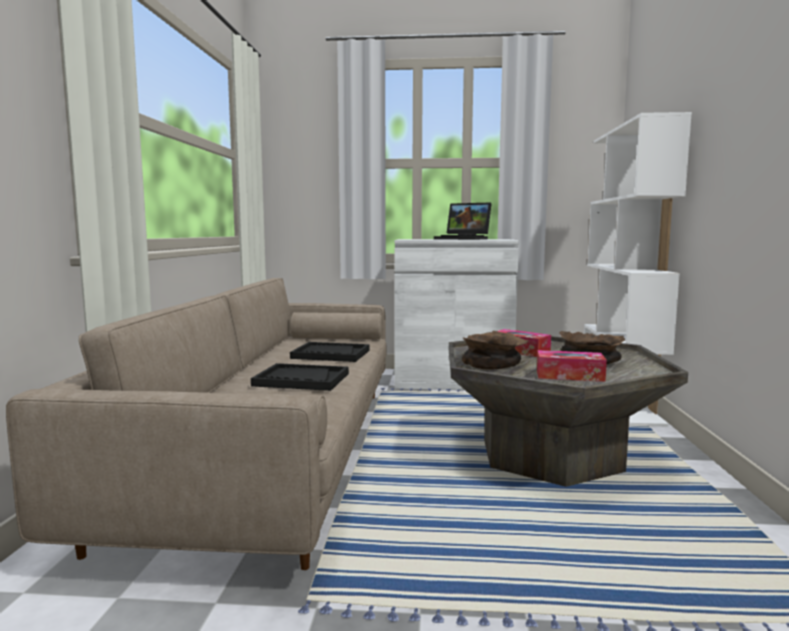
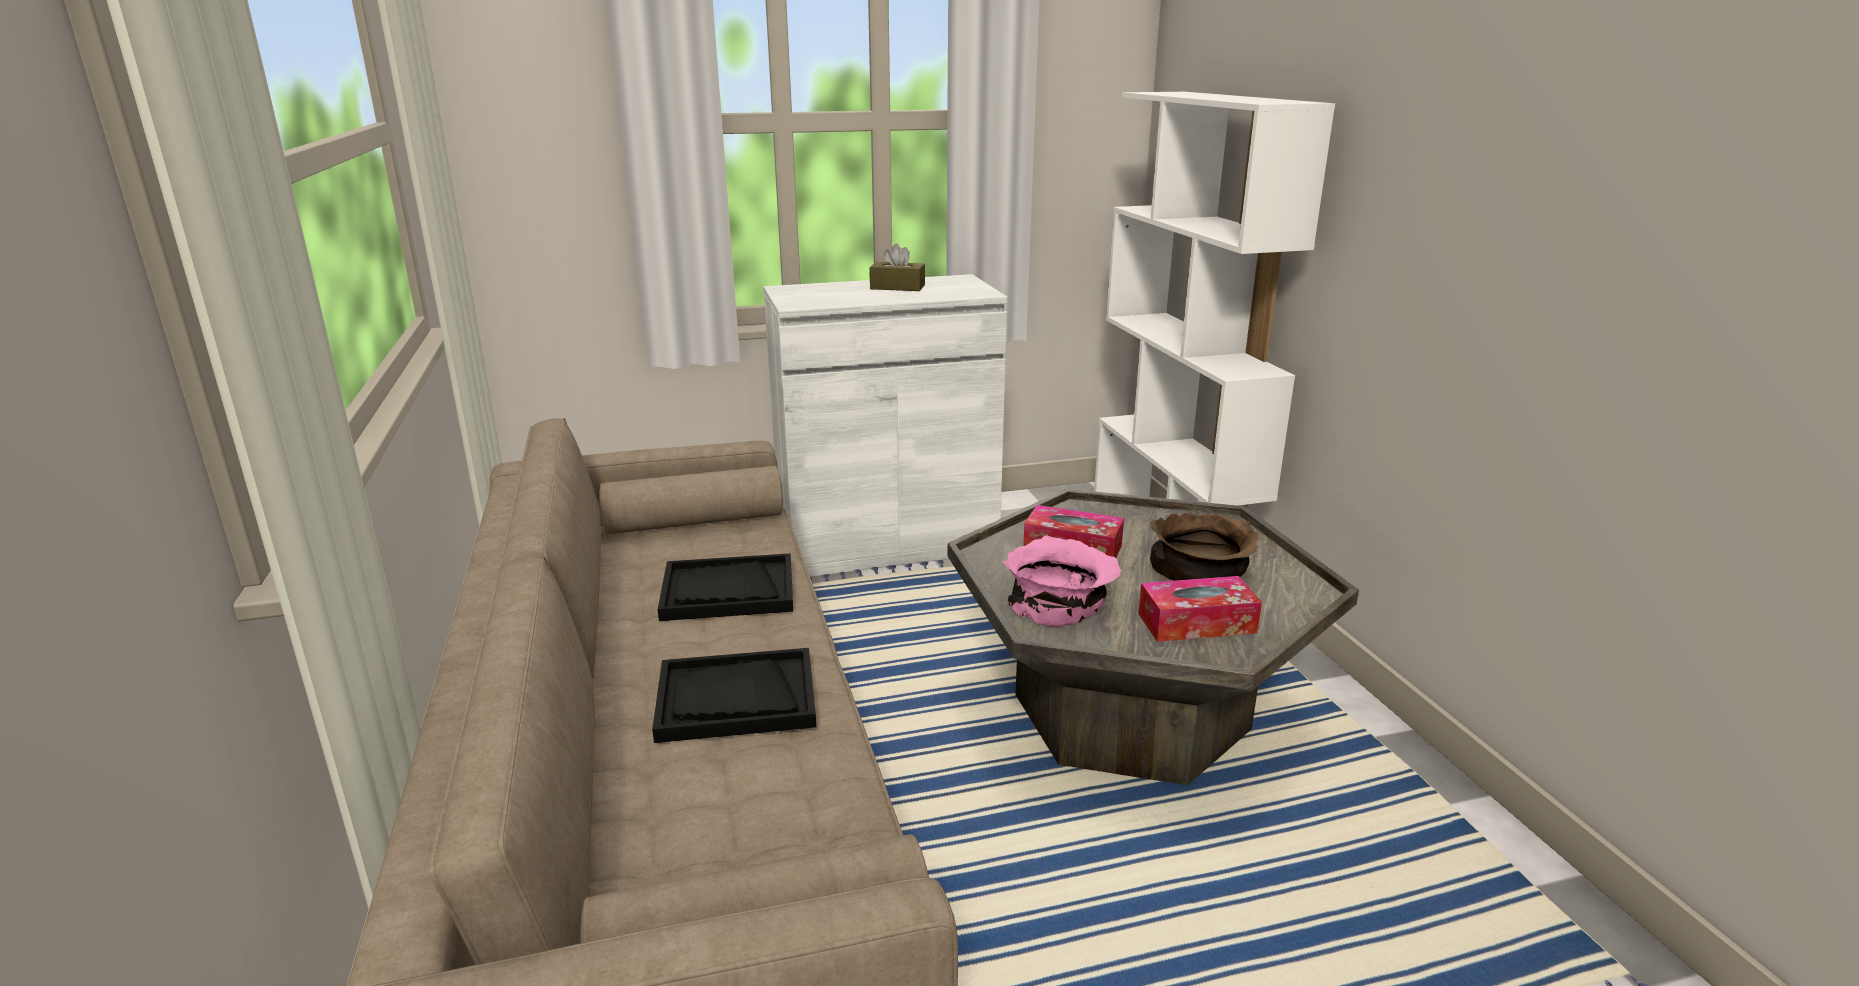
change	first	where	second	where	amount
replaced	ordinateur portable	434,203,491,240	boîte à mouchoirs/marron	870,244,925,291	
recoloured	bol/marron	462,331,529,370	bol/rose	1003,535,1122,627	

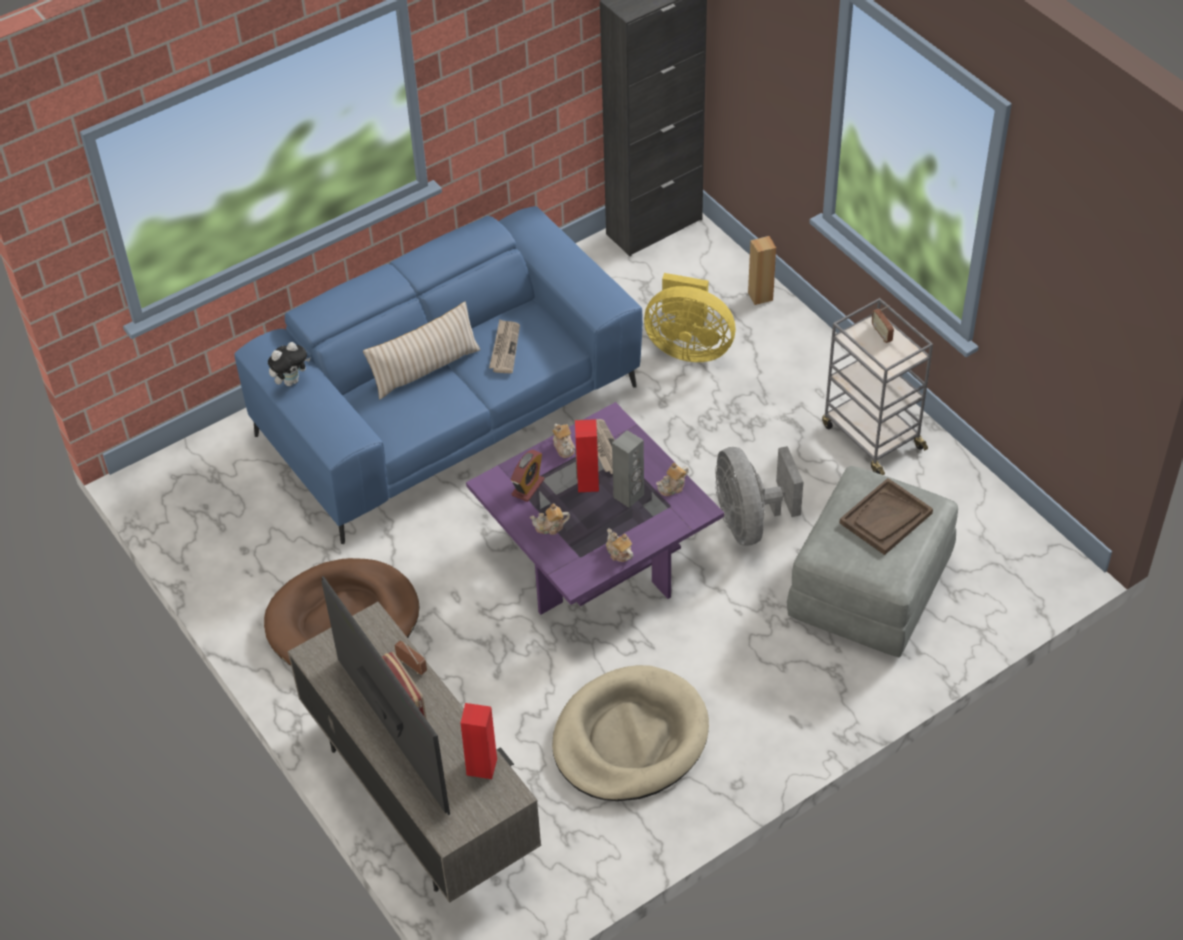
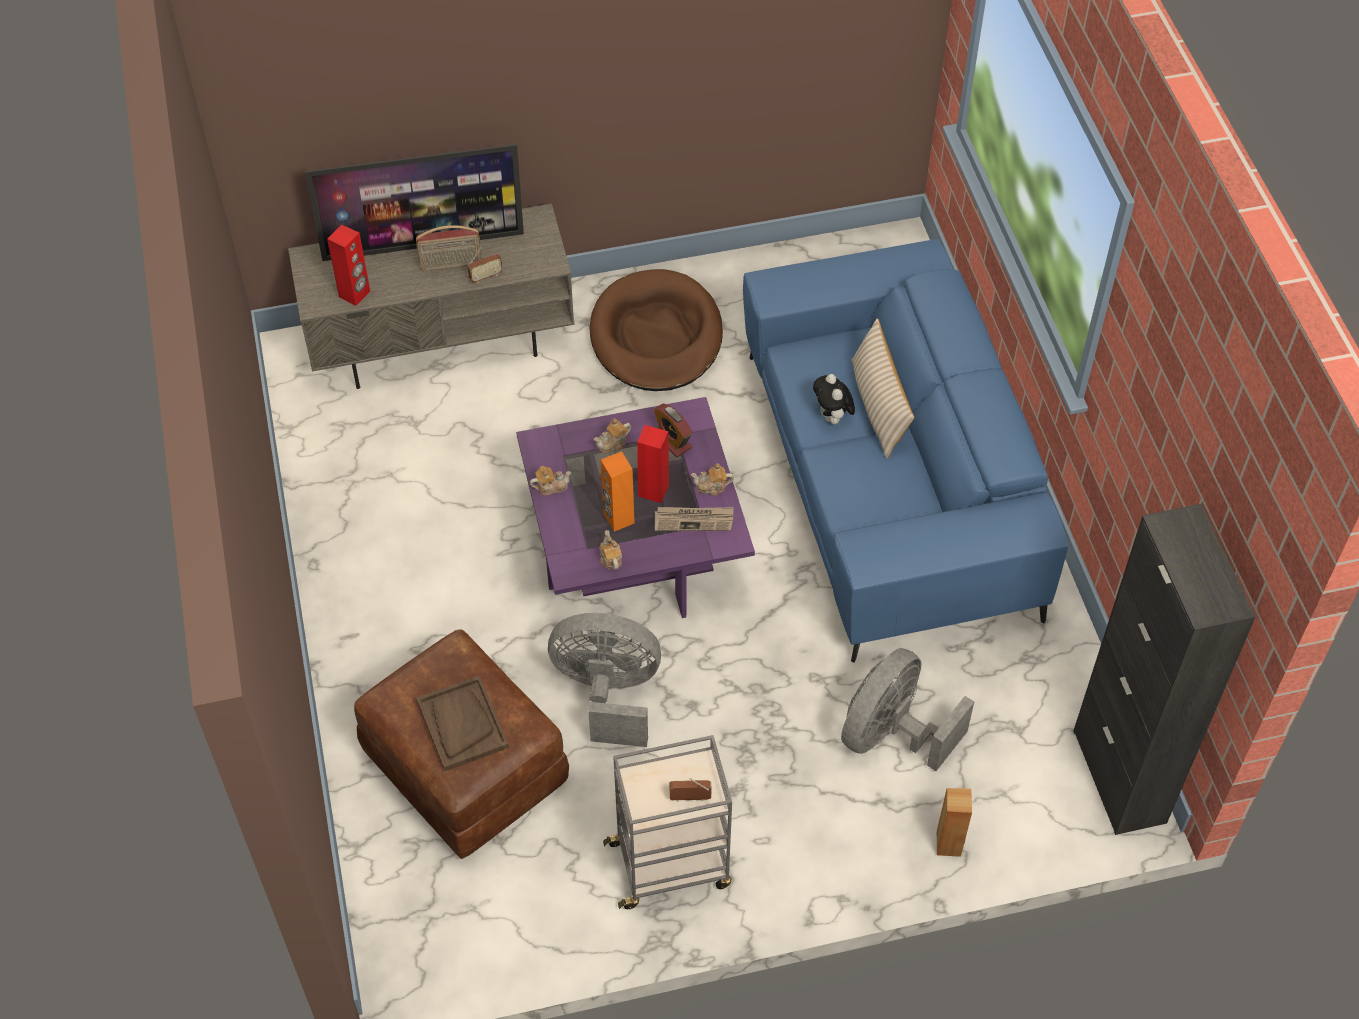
change	first	where	second	where	amount
removed	journal	489,319,520,373			
removed	panier pour chien/beige	552,665,709,801			
moved	peluche	268,342,310,386		813,374,855,426	
recoloured	enceinte/gris	612,430,644,508	enceinte/orange	601,451,635,532	
recoloured	ventilateur/jaune	644,273,736,362	ventilateur/gris	841,648,974,771	
recoloured	pouf/gris	787,466,958,657	pouf/marron	354,629,569,859	
turned	théière	530,503,570,535		594,419,631,453	135 degrees counterclockwise

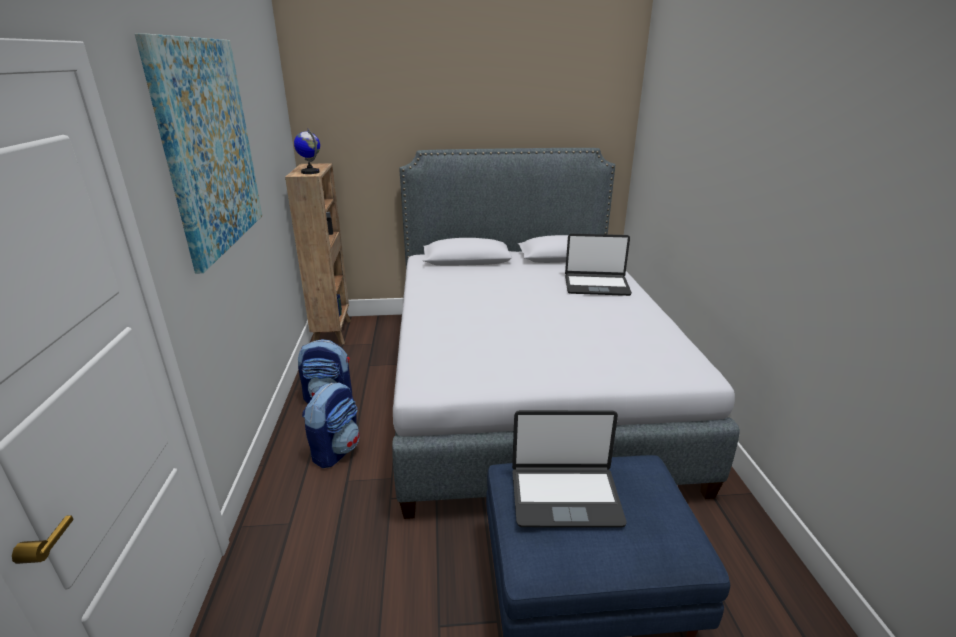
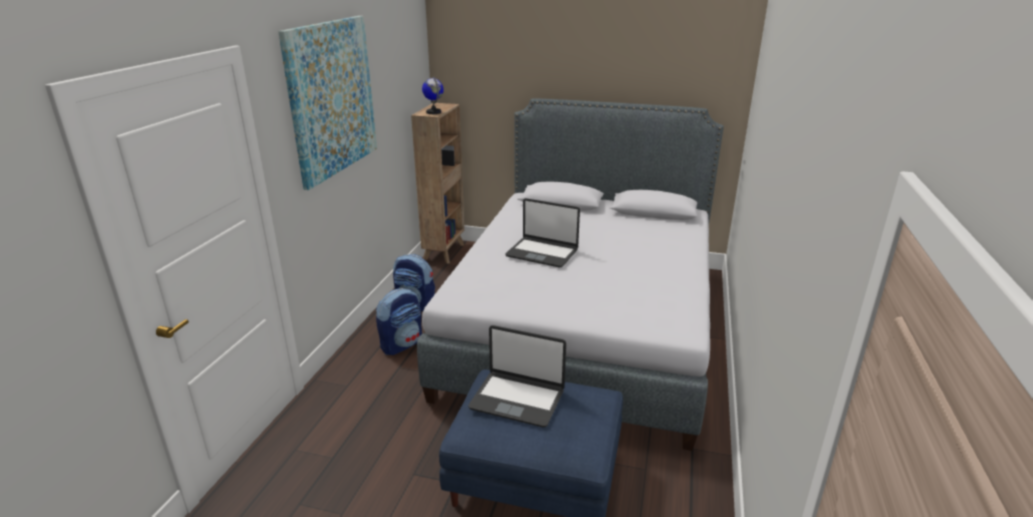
change	first	where	second	where	amount
moved	ordinateur portable	565,234,632,296		505,198,580,267	

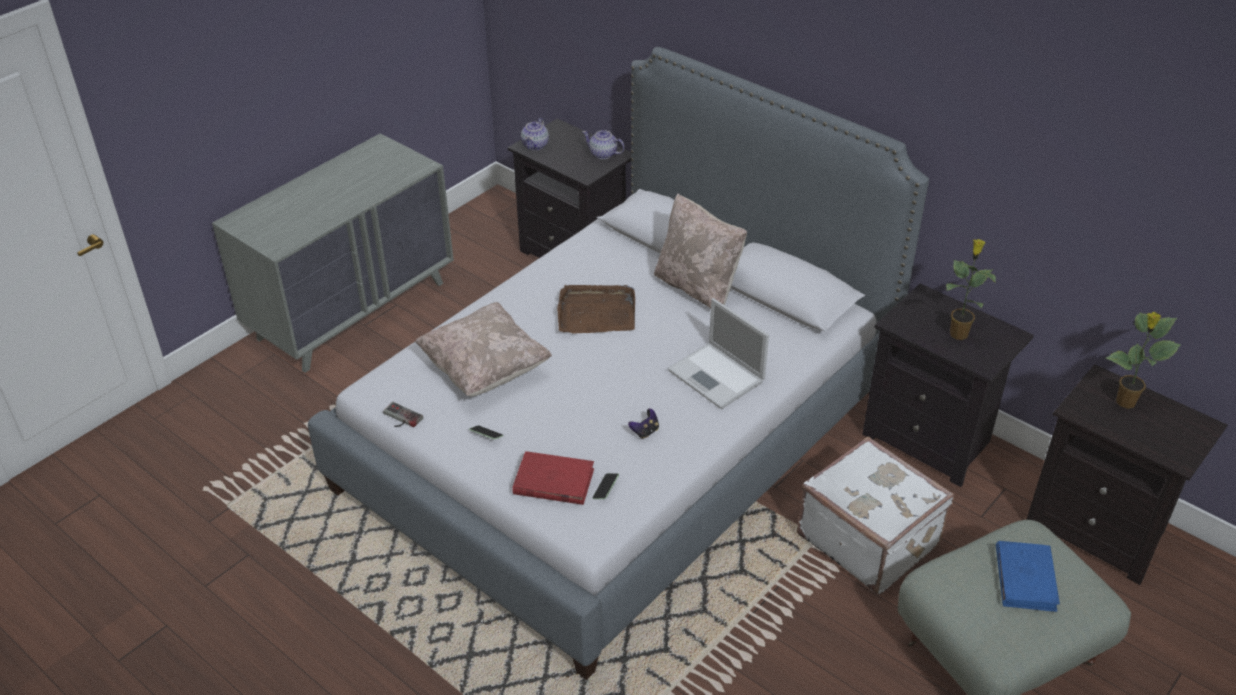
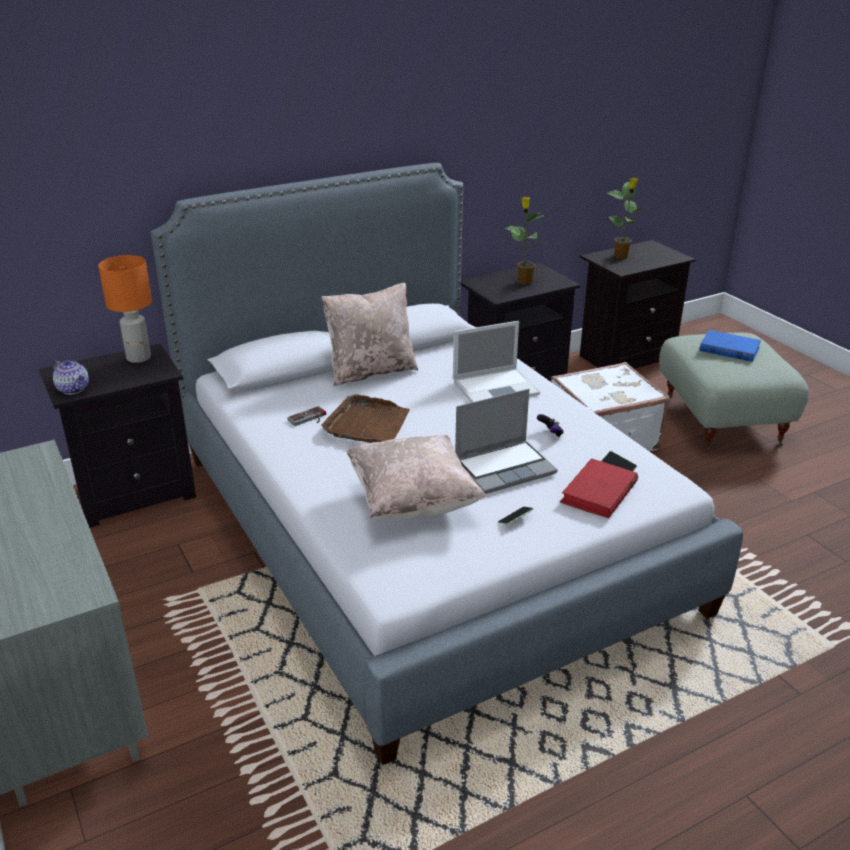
change	first	where	second	where	amount
added			ordinateur portable	455,389,558,494	
moved	manette	383,402,423,427		287,406,326,426	
replaced	théière	582,130,625,159	lampe de table/orange	98,255,152,363	

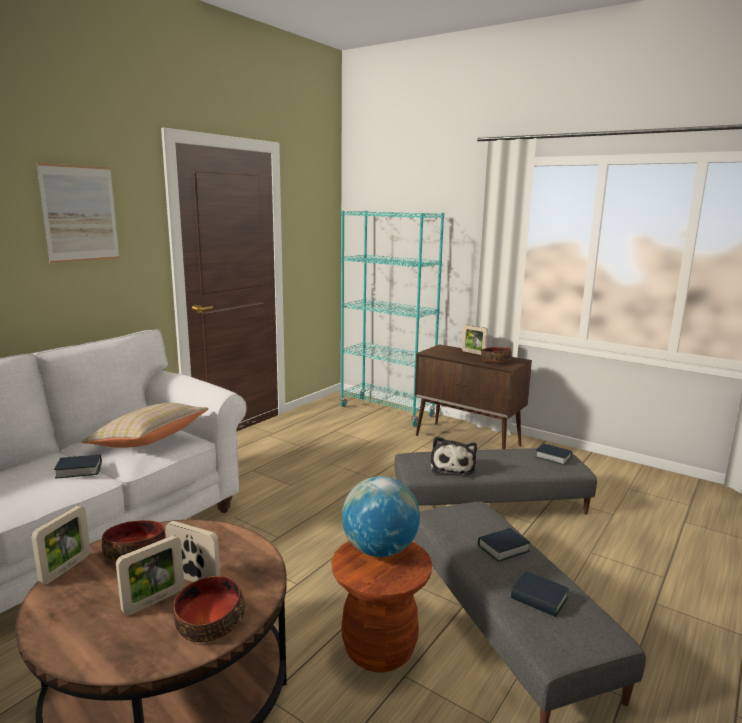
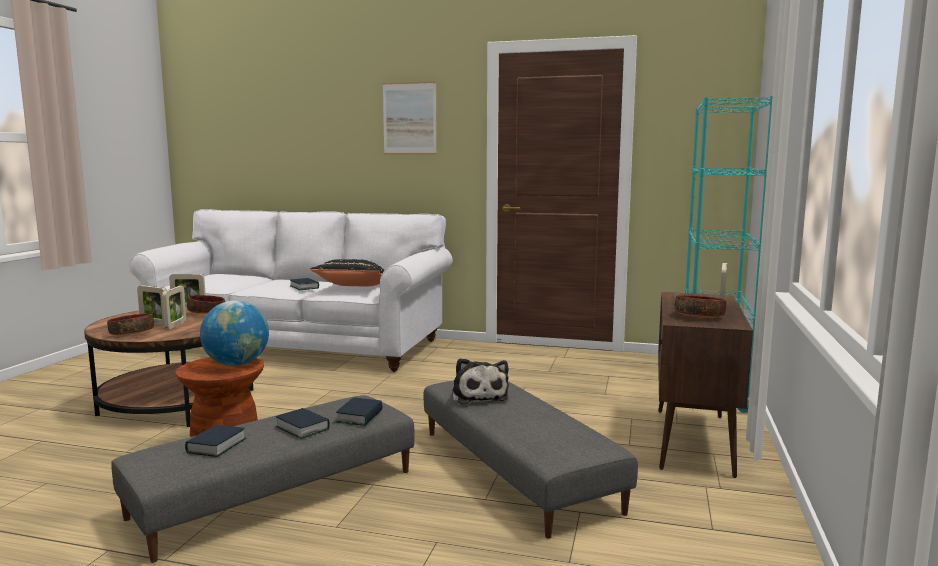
change	first	where	second	where	amount
moved	livre	535,443,572,465		335,397,383,426	
recoloured	coussin/beige	81,403,209,448	coussin/noir	310,259,385,286	
turned	peluche	430,436,477,475		452,358,509,404	90 degrees counterclockwise

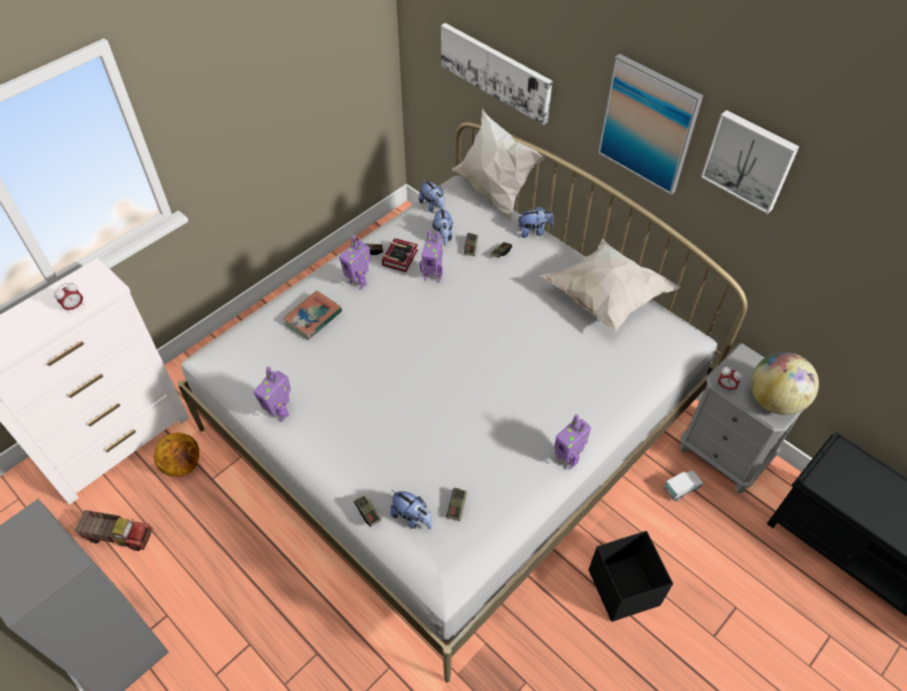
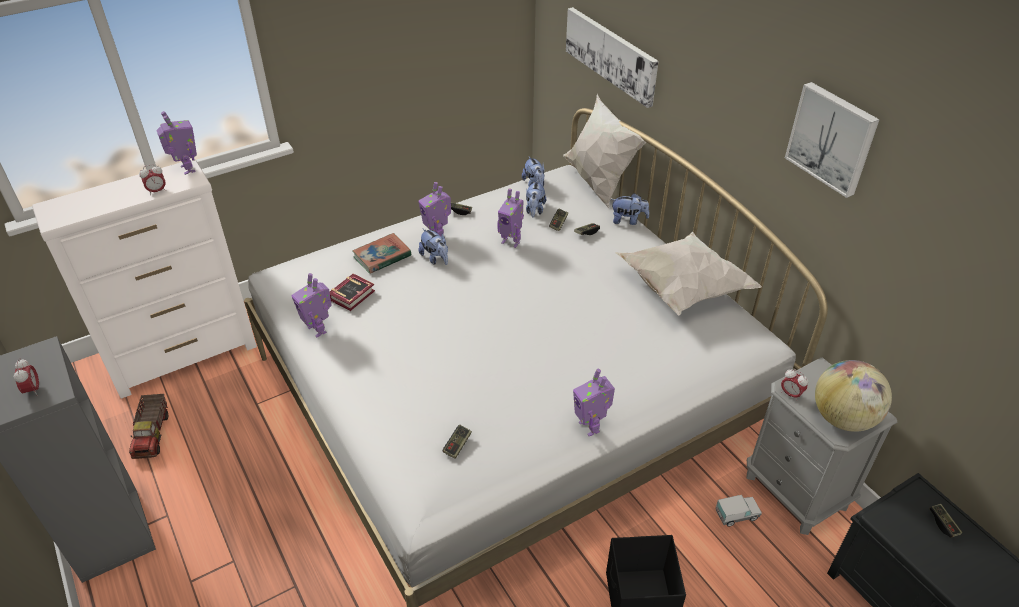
change	first	where	second	where	amount
removed	ballon de basket	154,433,199,477			
removed	tableau	598,54,703,195			
added			réveil	14,359,39,396	
added			robot jouet	156,111,197,175	
moved	manette	354,494,382,527		929,504,962,538	
moved	livre	382,238,418,272		330,274,375,311	
moved	peluche	390,490,432,529		419,228,448,265	
turned	camion jouet	75,510,153,551		129,394,168,459	60 degrees clockwise

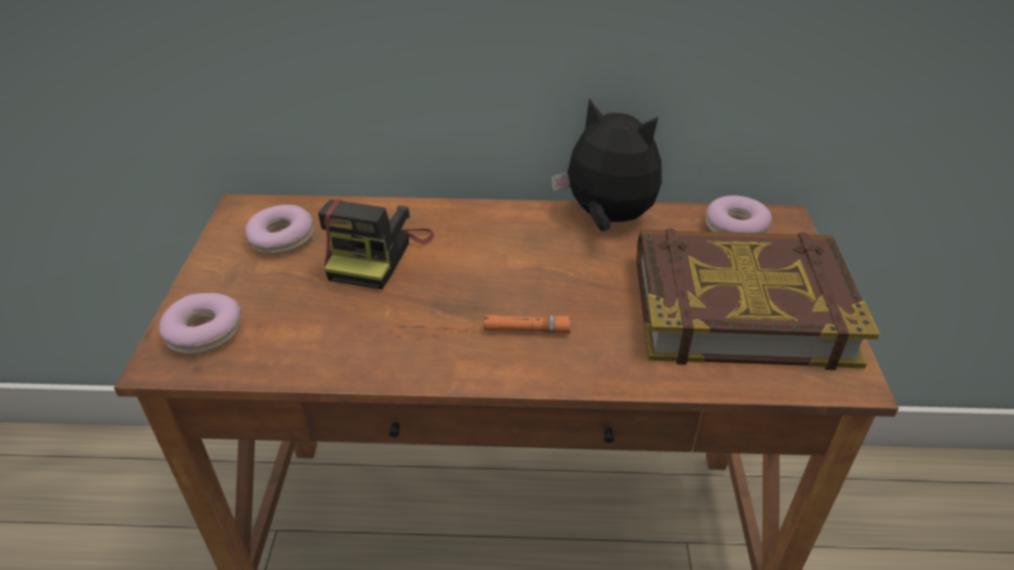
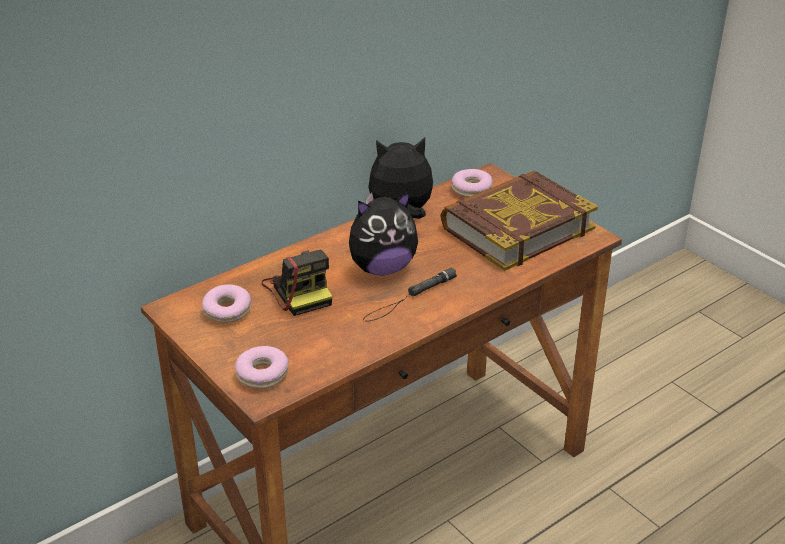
change	first	where	second	where	amount
added			peluche	349,192,418,275	
recoloured	lampe de poche/orange	389,315,571,337	lampe de poche/noir	363,267,457,322	

